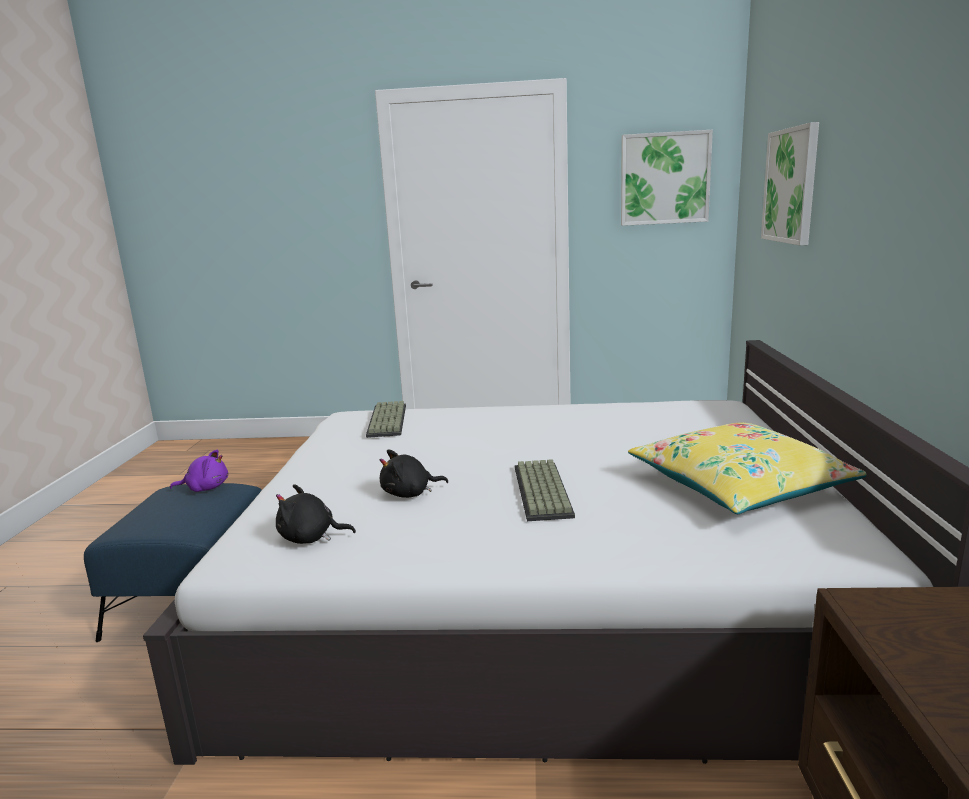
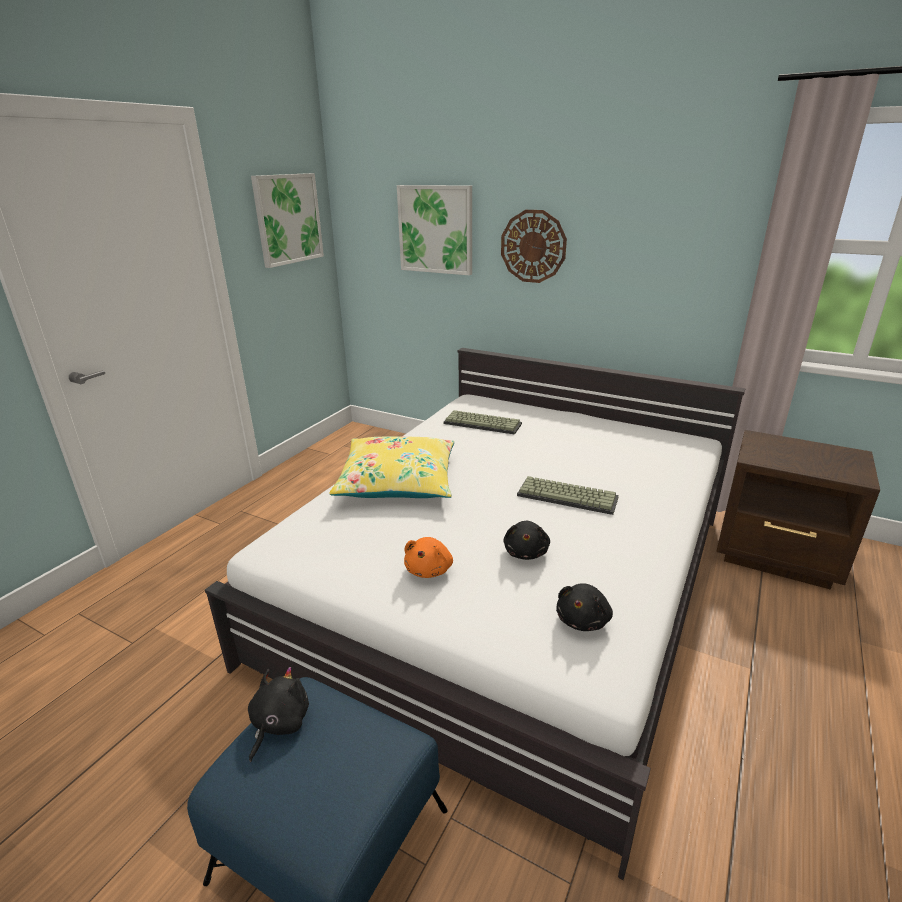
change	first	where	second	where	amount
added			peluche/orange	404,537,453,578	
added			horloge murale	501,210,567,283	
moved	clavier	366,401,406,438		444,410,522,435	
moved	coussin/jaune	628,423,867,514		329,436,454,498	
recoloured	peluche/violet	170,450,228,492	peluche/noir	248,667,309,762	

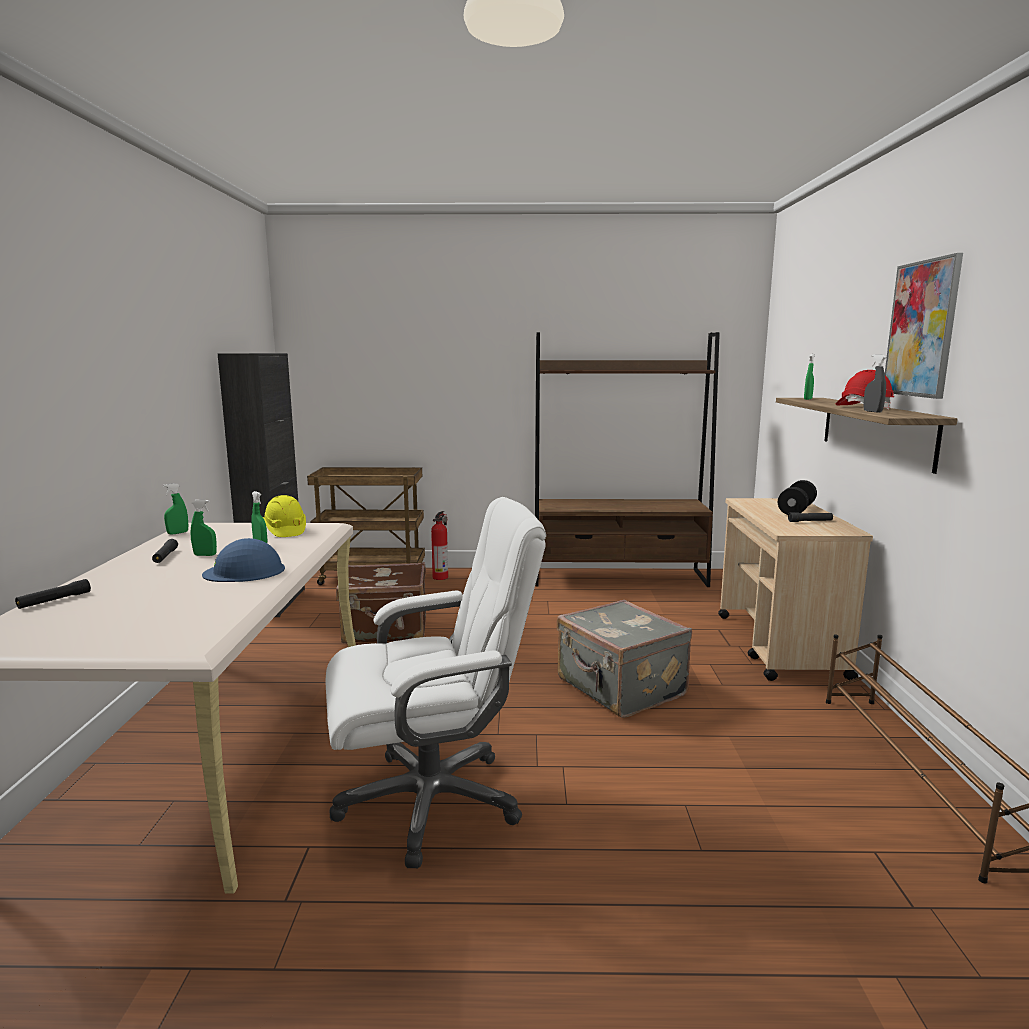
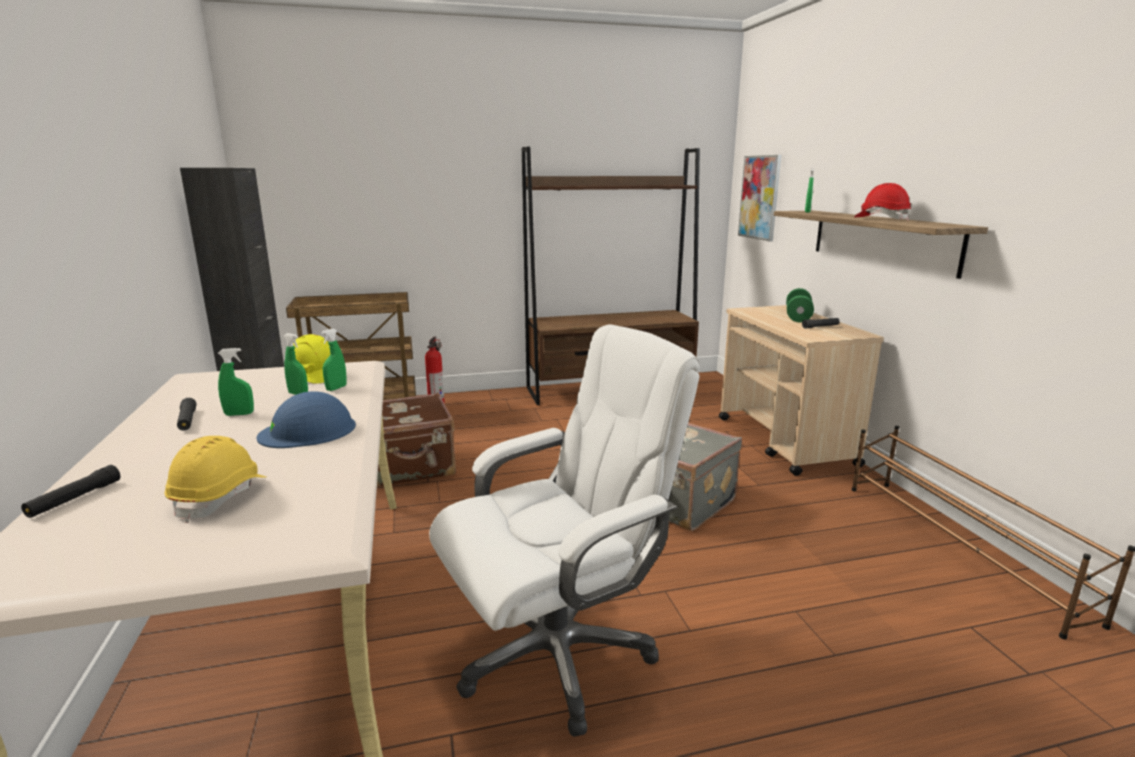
change	first	where	second	where	amount
removed	vaporisateur/gris	863,354,886,412			
added			casque de chantier/jaune	165,436,266,523	
moved	vaporisateur/vert	163,483,188,535		321,328,347,391	
moved	tableau	885,253,963,399		738,155,781,242	
recoloured	haltère/noir	778,480,817,515	haltère/vert	786,288,814,322	

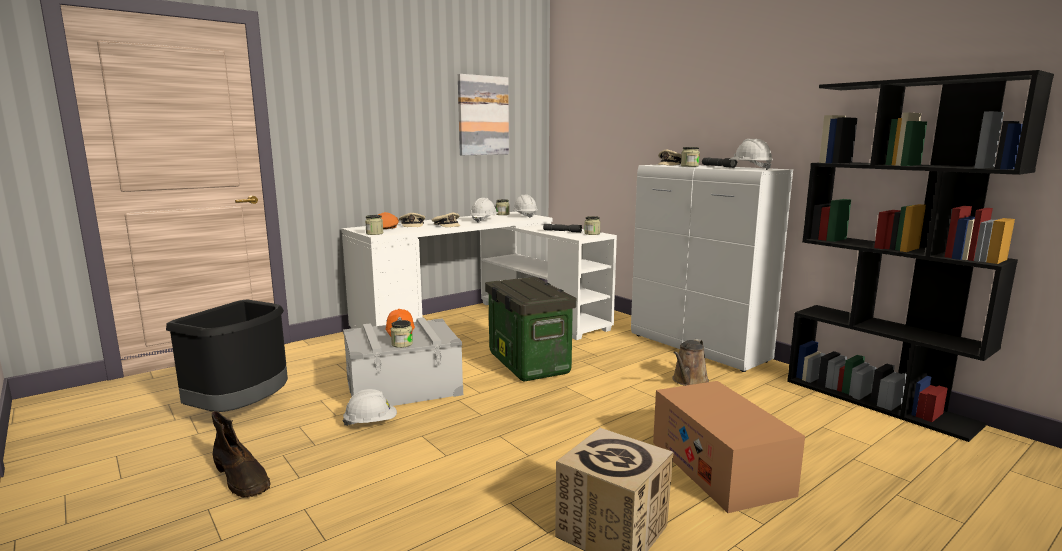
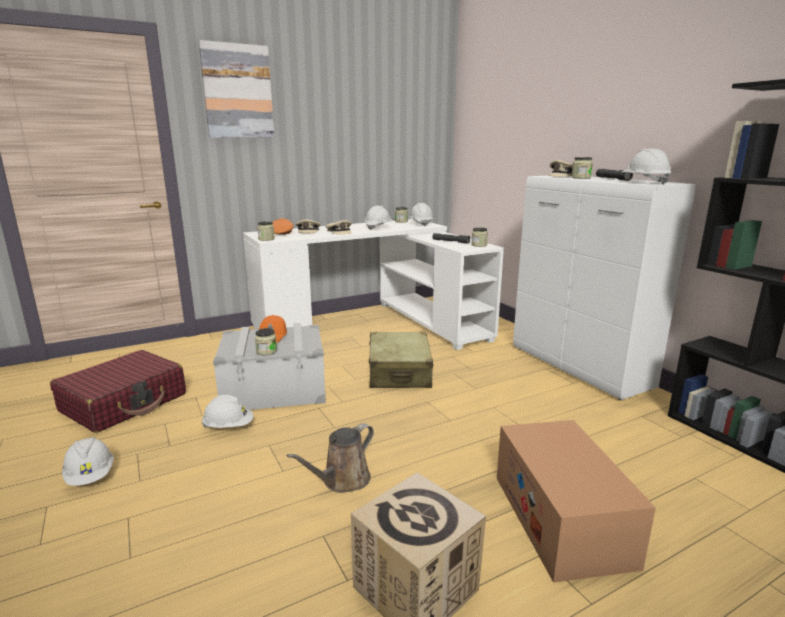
change	first	where	second	where	amount
moved	tableau	458,74,509,155		199,40,274,138	
moved	arrosoir/marron	672,339,709,386		287,423,374,493	
replaced	poubelle/noir	166,299,288,412	valise/rouge	50,350,186,433	
replaced	botte/marron	212,411,271,497	casque de chantier/blanc	62,437,114,486	
replaced	boîte de rangement	485,277,576,382	valise/beige	369,332,434,388	

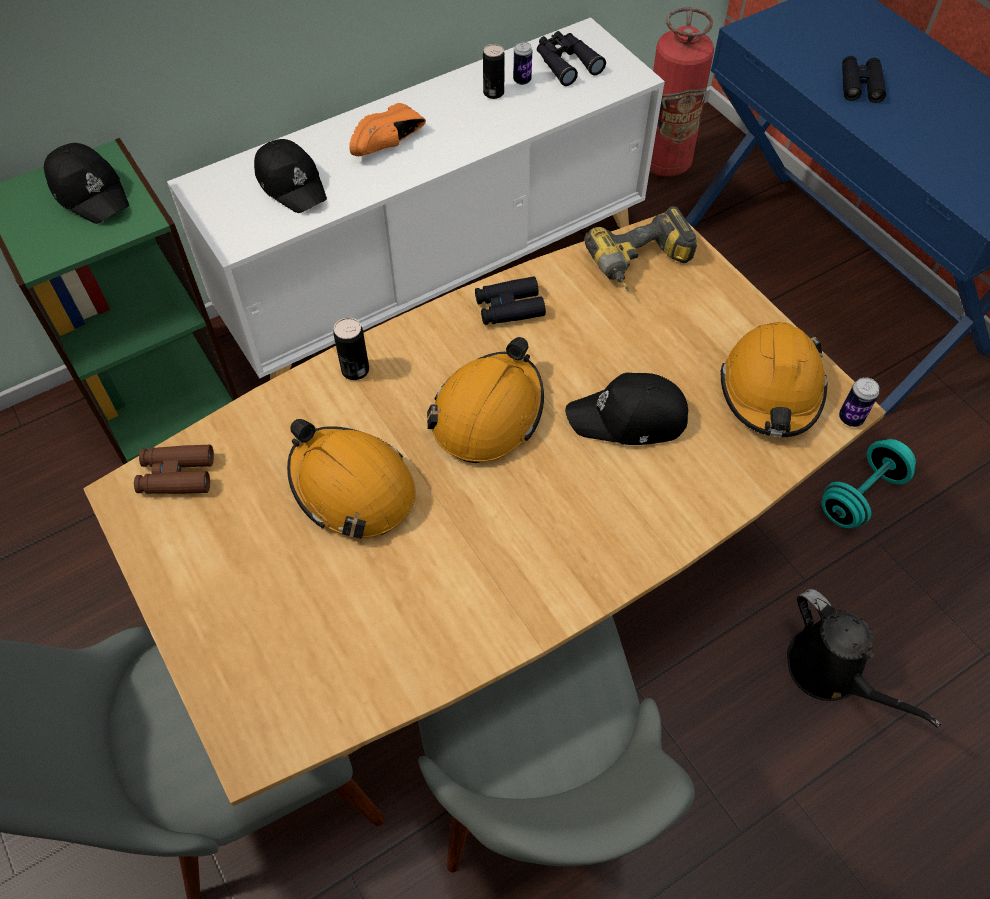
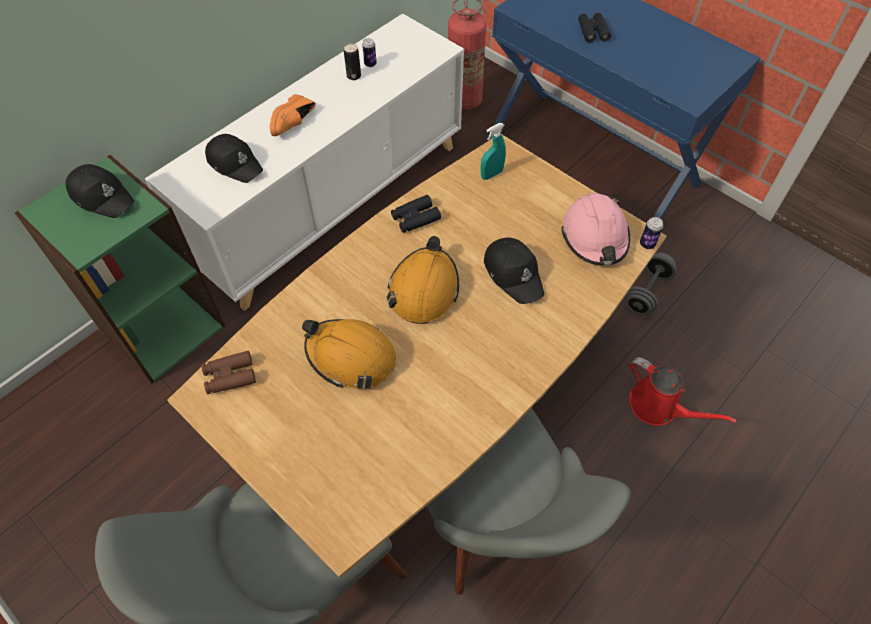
change	first	where	second	where	amount
removed	boîte métallique	333,318,369,380			
removed	jumelles/noir	537,31,606,86			
replaced	perceuse	585,206,697,291	vaporisateur/turquoise	481,123,506,180	
recoloured	casque de chantier/orange	720,322,828,437	casque de chantier/rose	561,193,630,266	
recoloured	arrosoir/noir	787,589,941,728	arrosoir/rouge	629,357,737,426	
recoloured	haltère/turquoise	822,439,916,528	haltère/gris	625,253,677,315	
turned	casquette/noir	565,372,688,445		484,237,544,304	105 degrees counterclockwise

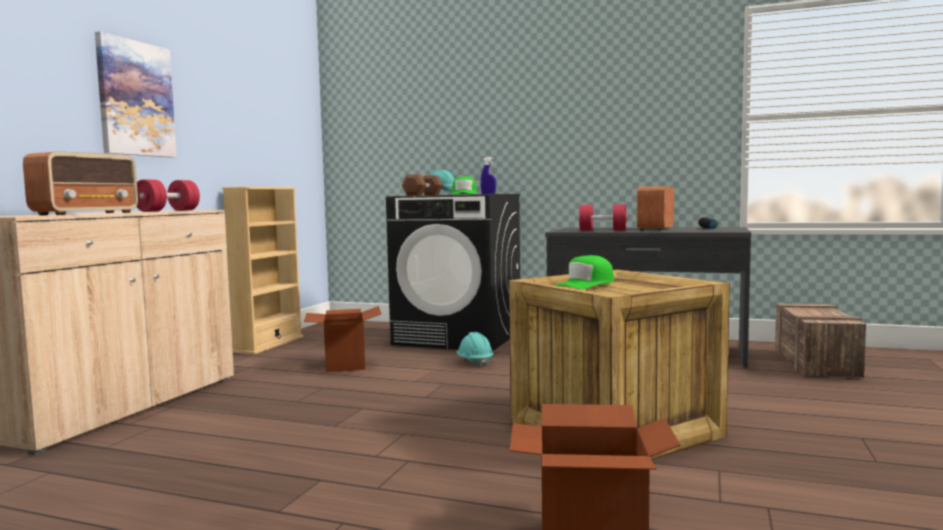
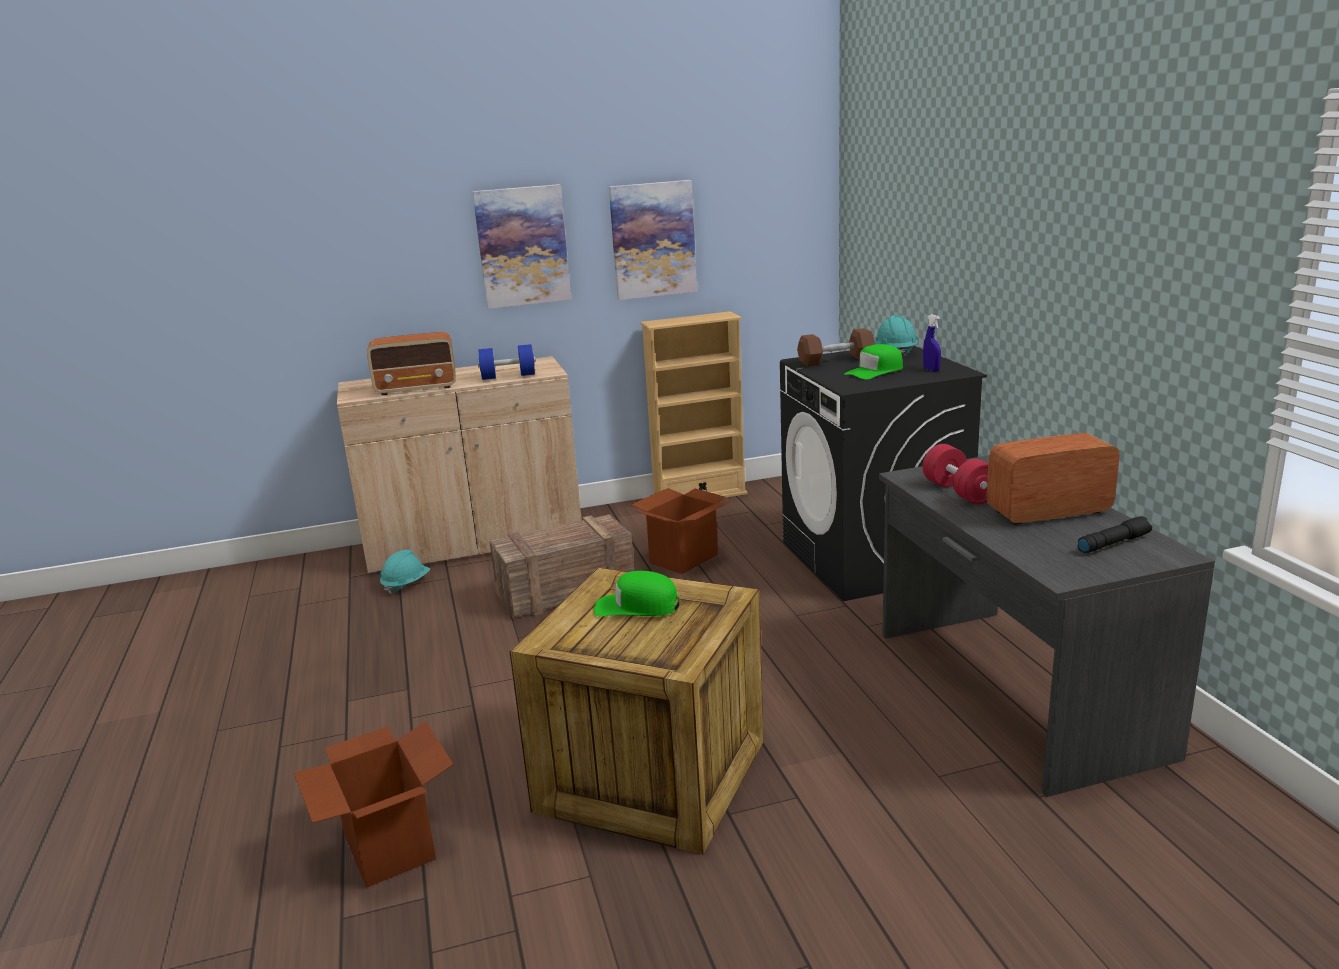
change	first	where	second	where	amount
added			tableau	609,180,697,300	
moved	casque de chantier/turquoise	457,332,493,367		380,550,430,595	
moved	caisse	775,303,866,378		489,514,634,618	
recoloured	haltère/rouge	136,179,200,212	haltère/bleu	478,344,536,380	

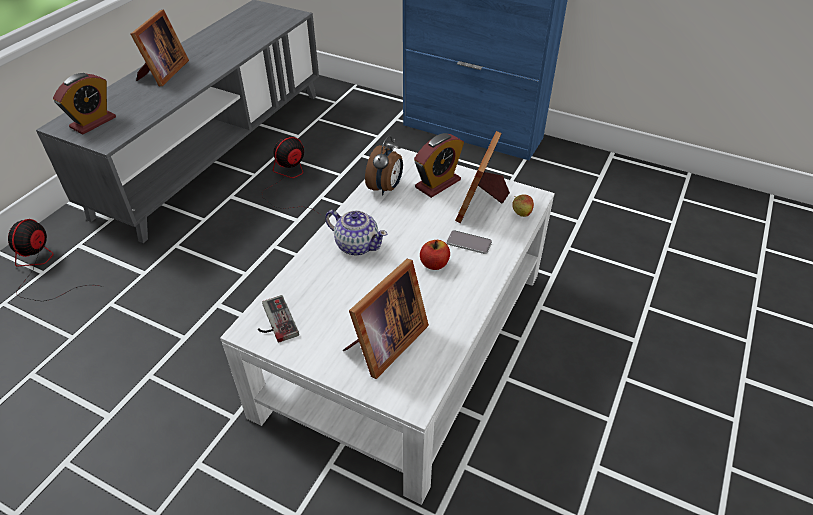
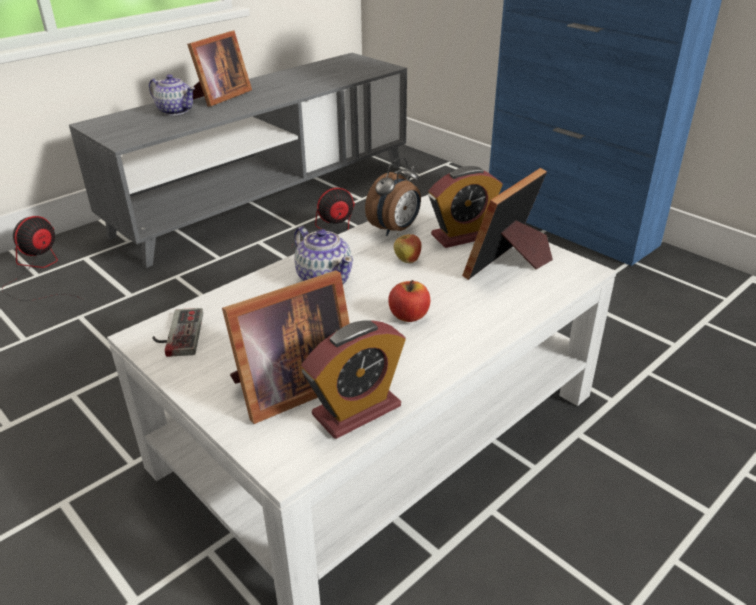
change	first	where	second	where	amount
removed	téléphone	447,230,492,254			
added			théière	149,74,195,115	
moved	réveil	53,73,116,134		301,320,406,439	
moved	pomme	512,195,534,217		394,233,421,263	

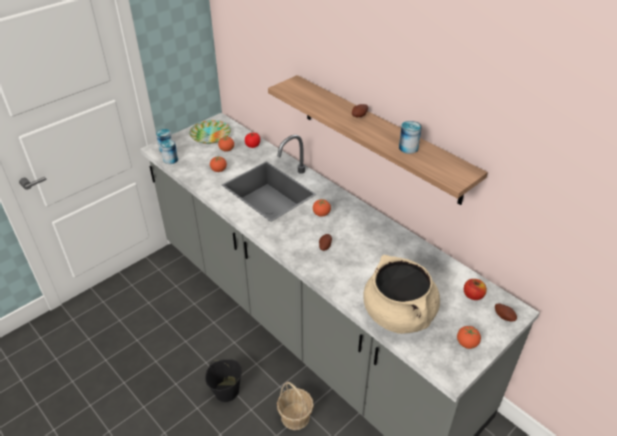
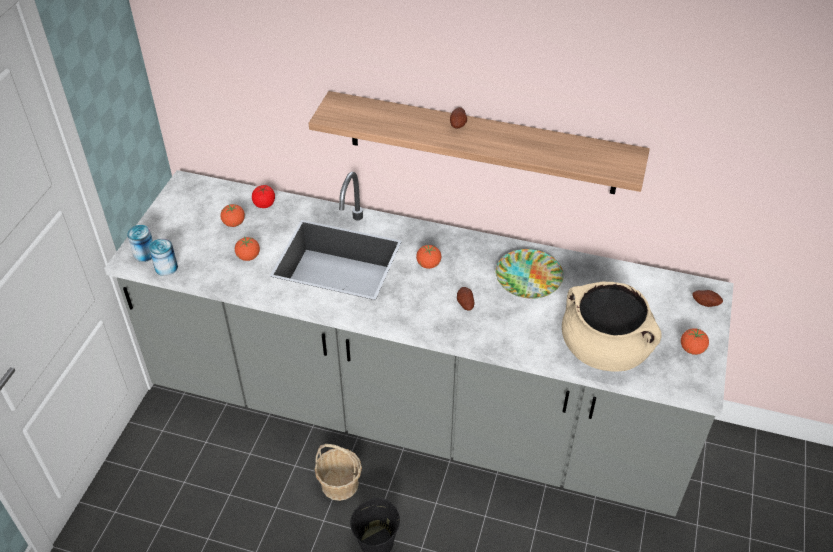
change	first	where	second	where	amount
removed	boîte métallique	399,121,422,154			
removed	pomme	464,279,487,300			
moved	assiette	189,120,231,144		496,249,564,299	
moved	panier	277,382,314,430		315,444,362,501	

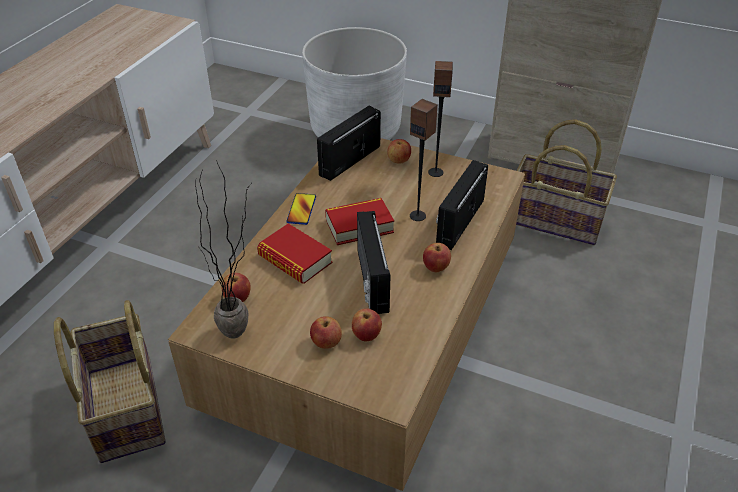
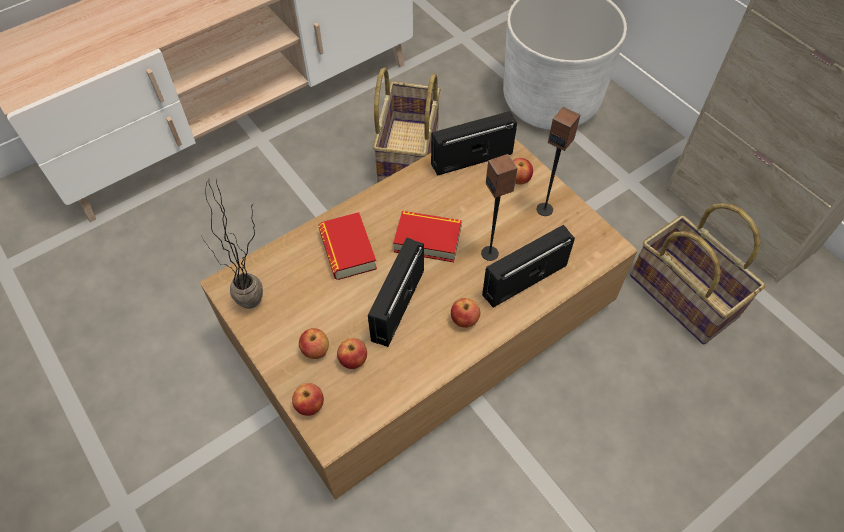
change	first	where	second	where	amount
removed	téléphone	286,193,316,225			
moved	panier	54,300,165,463		373,67,441,183	
moved	pomme	222,273,251,302		292,383,324,416	

